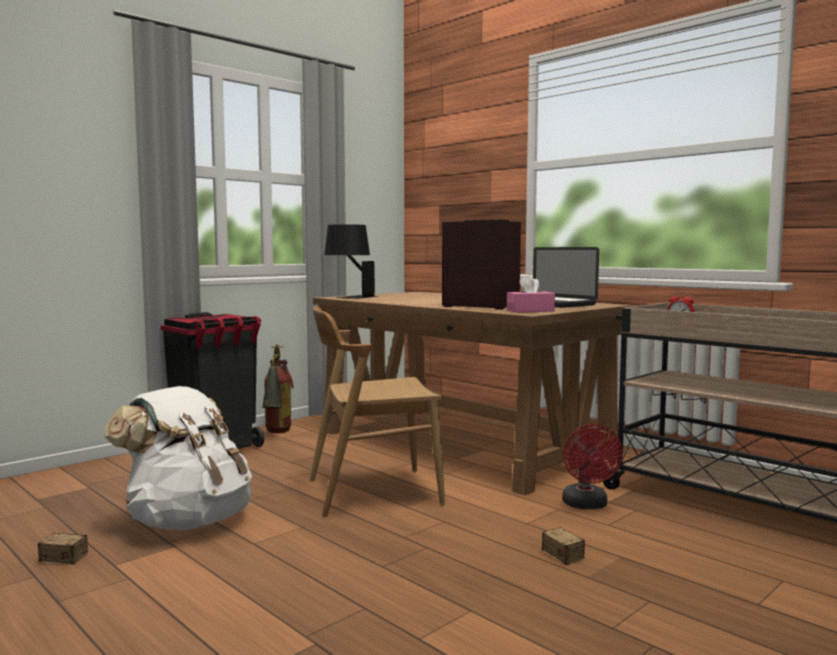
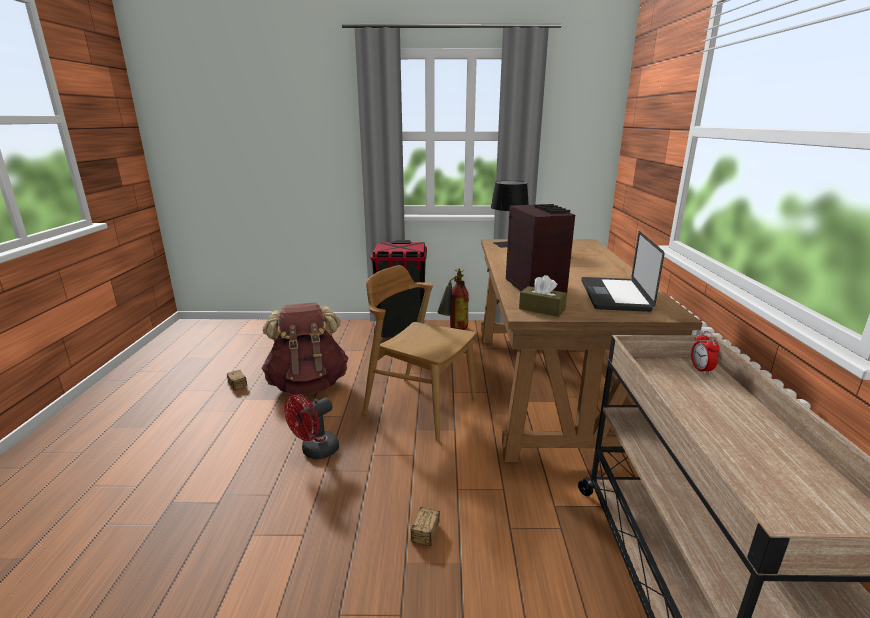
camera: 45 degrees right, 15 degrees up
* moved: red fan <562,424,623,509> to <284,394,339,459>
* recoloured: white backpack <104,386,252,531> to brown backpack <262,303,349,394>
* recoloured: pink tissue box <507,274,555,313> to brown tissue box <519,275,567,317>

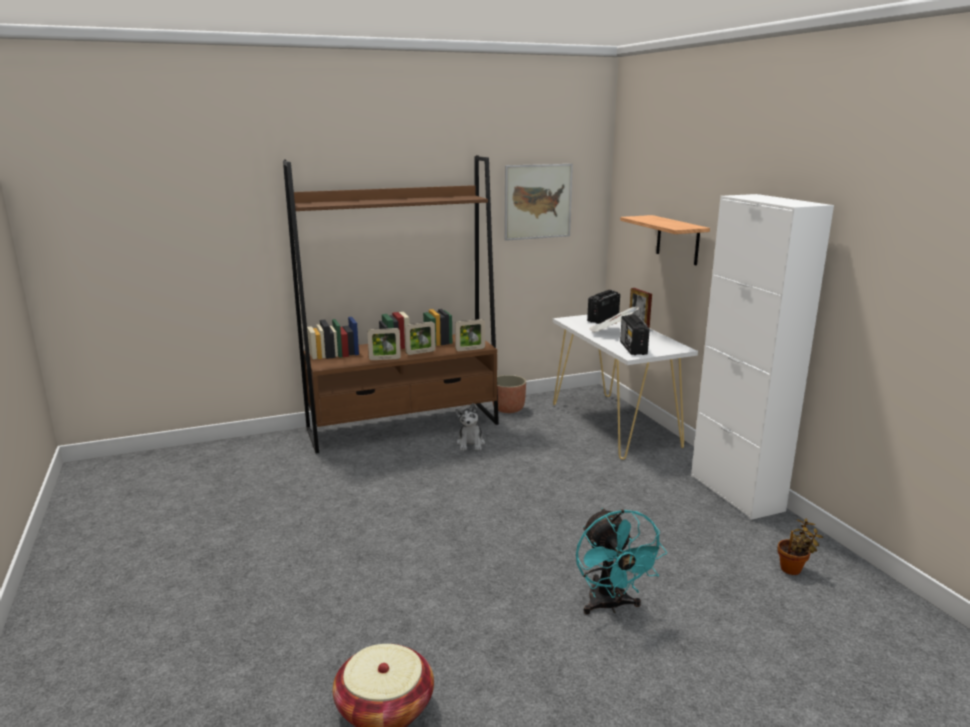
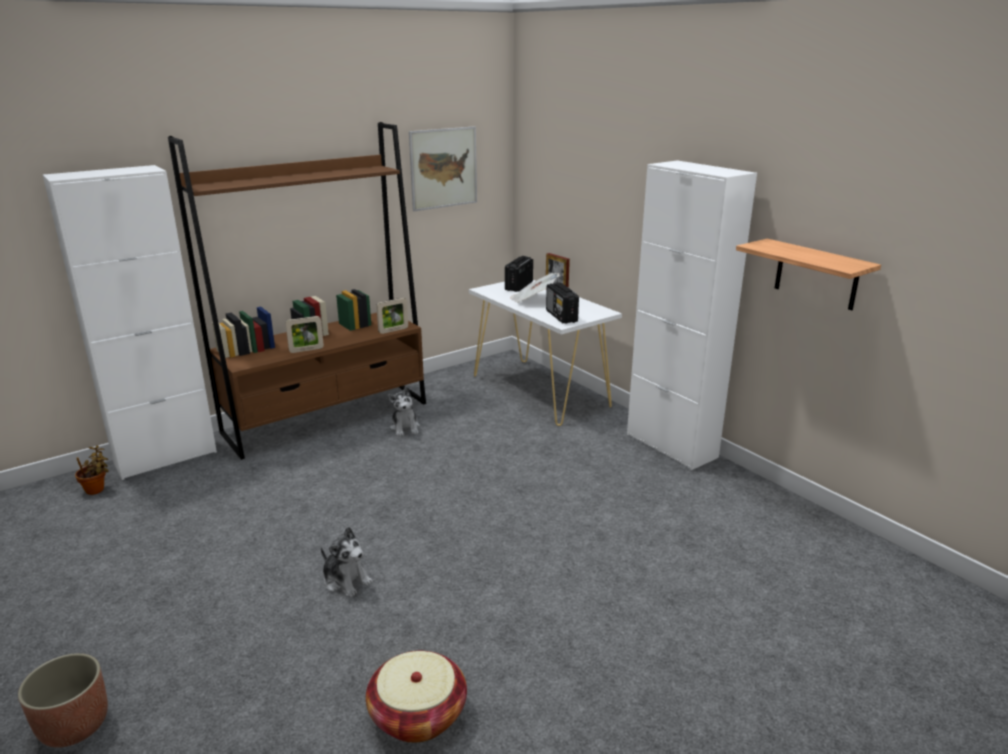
camera: 15 degrees left, 5 degrees up
* removed: picture frame <405,321,435,355>
* removed: turquoise fan <576,508,667,614>
* added: white cabinet <43,165,217,480>
* added: plush toy <321,527,373,598>
* moved: planter <492,375,526,413> to <18,653,108,748>
* moved: shelf <620,215,710,265> to <736,239,881,310>
* moved: potted plant <777,519,823,575> to <75,445,108,495>

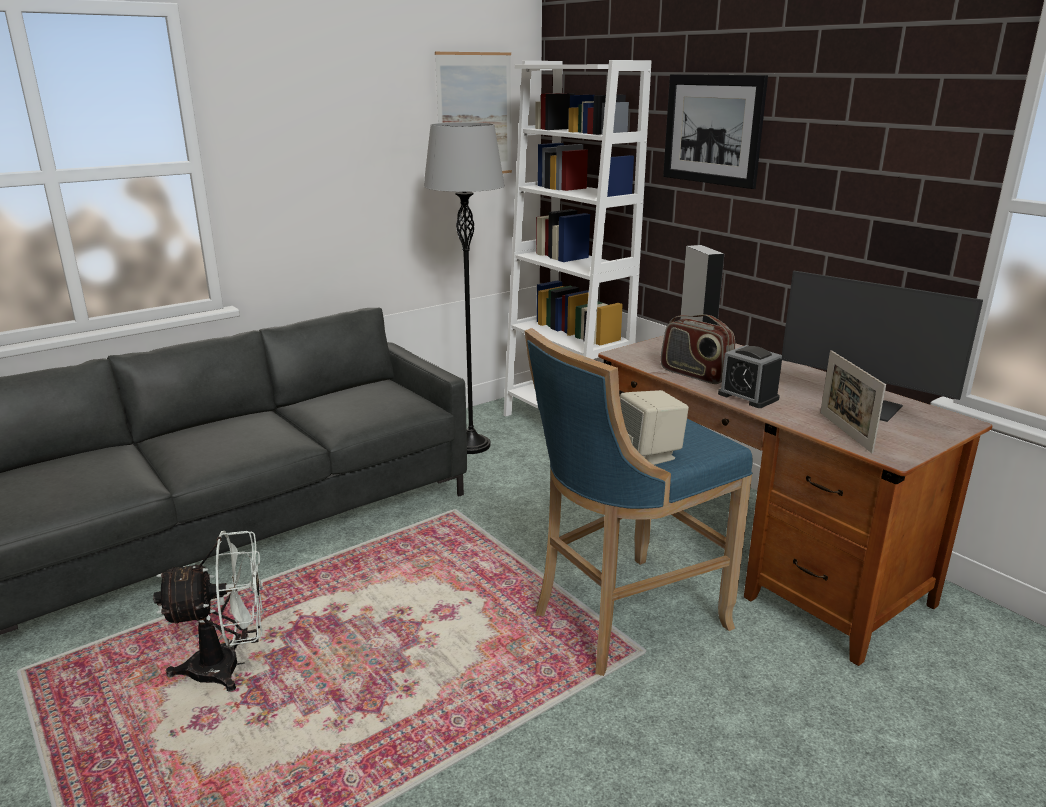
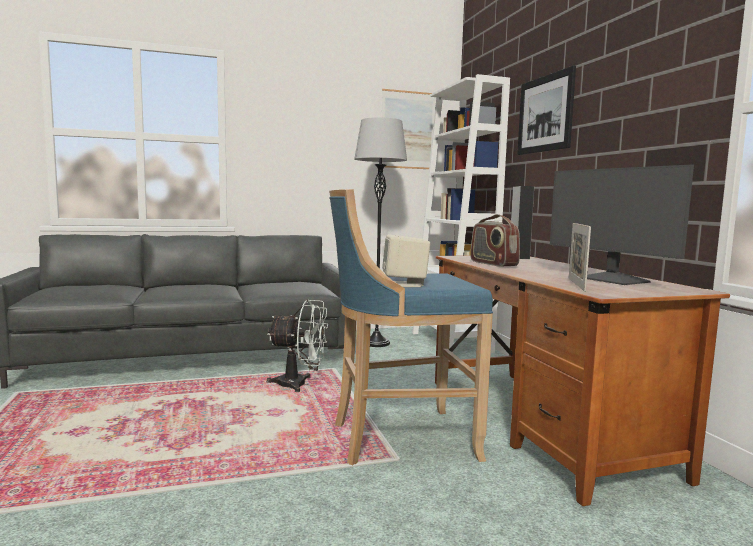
camera: 20 degrees right, 15 degrees down
* removed: alarm clock <718,345,782,408>
* moved: white fan <153,531,264,692> to <267,300,328,392>

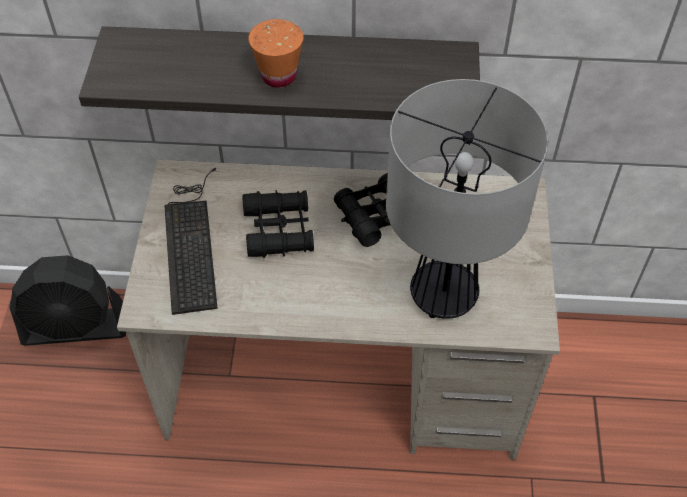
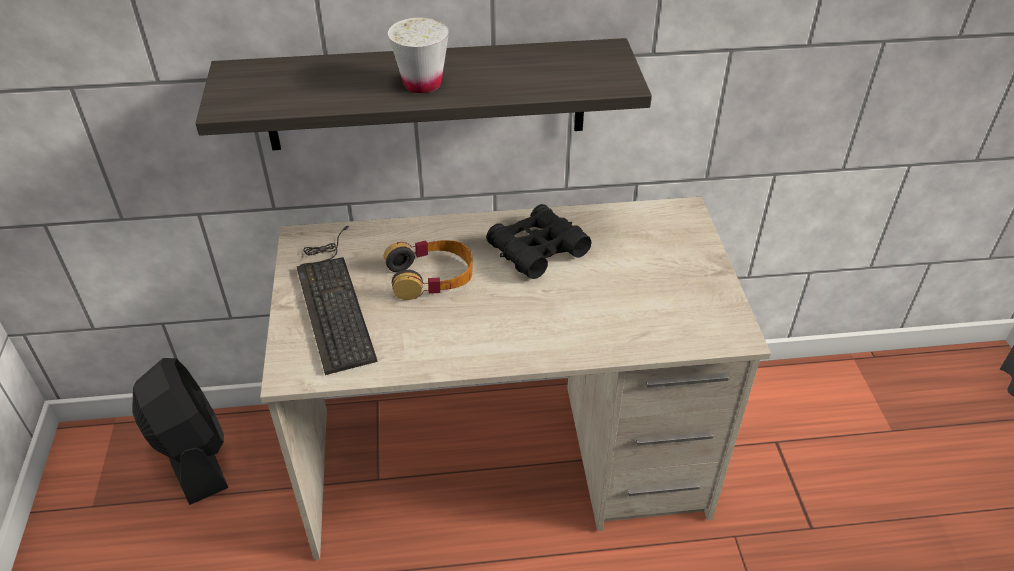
camera: 10 degrees left, 10 degrees down
* removed: table lamp <386,79,548,319>
* replaced: black binoculars <242,190,314,258> to headphones <384,240,473,300>
* recoloured: orange cup <248,19,303,88> to white cup <388,18,449,93>
* turned: black fan <9,255,126,346> = <132,358,228,505> 105 degrees counterclockwise

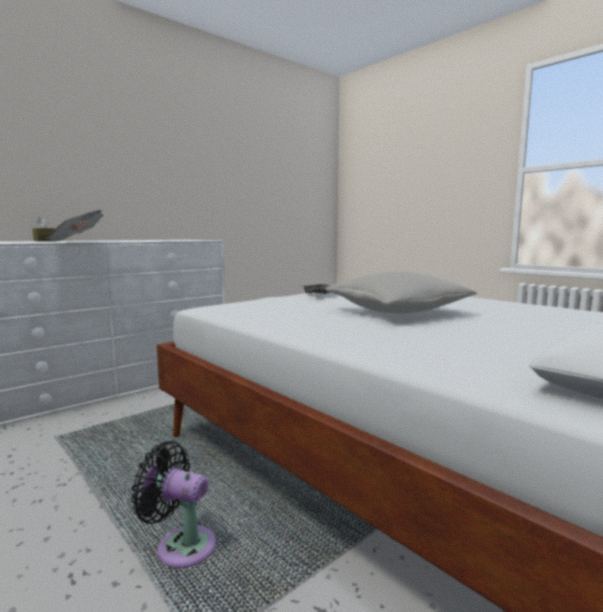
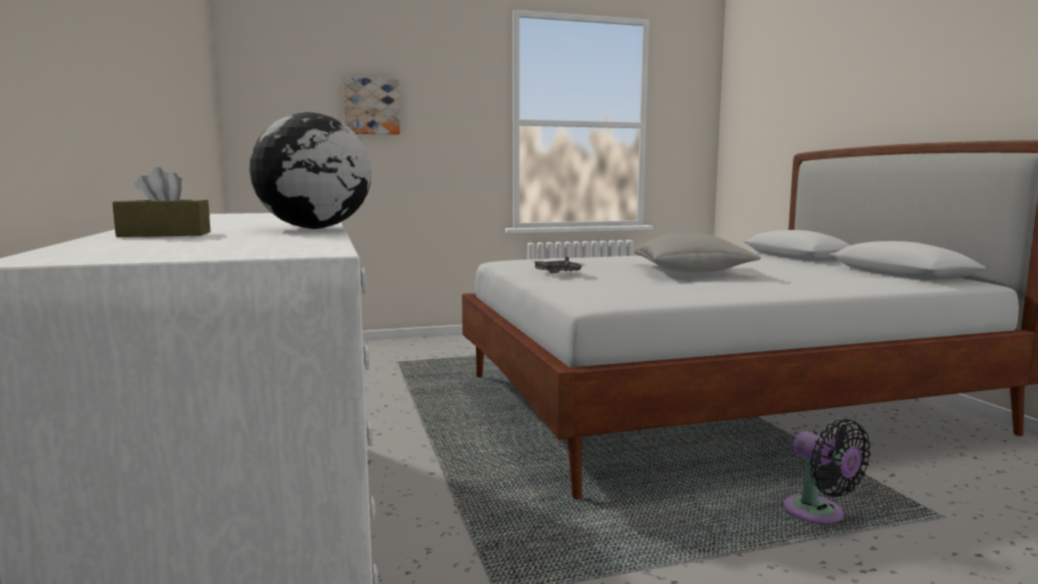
camera: 65 degrees left, 0 degrees up
* added: picture <343,77,400,135>
* replaced: newspaper <46,210,103,242> to globe <250,112,372,229>
* turned: black fan <131,441,216,568> = <783,419,871,524> 75 degrees counterclockwise

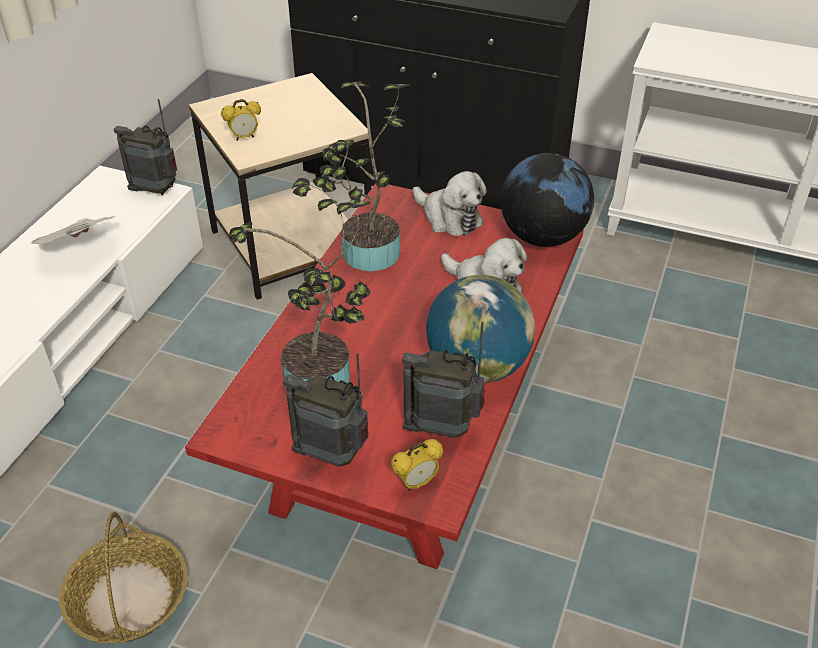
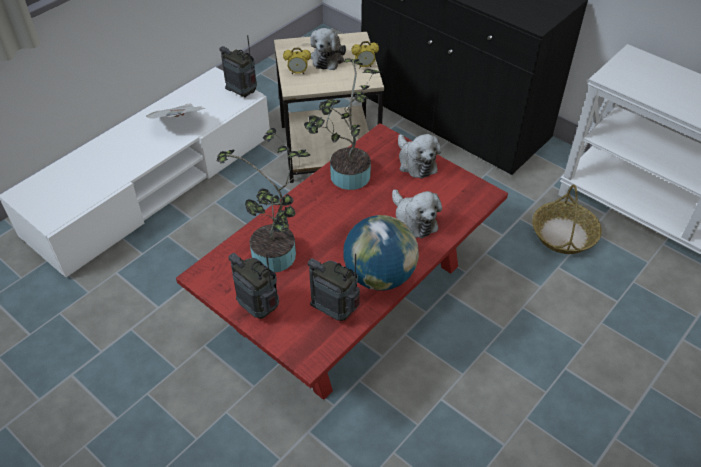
camera: 20 degrees right, 5 degrees up
* removed: globe <501,153,594,247>
* added: plush toy <310,28,346,70>
* moved: basket <59,512,187,643> to <532,184,602,254>
* moved: alarm clock <391,439,443,491> to <351,41,379,68>

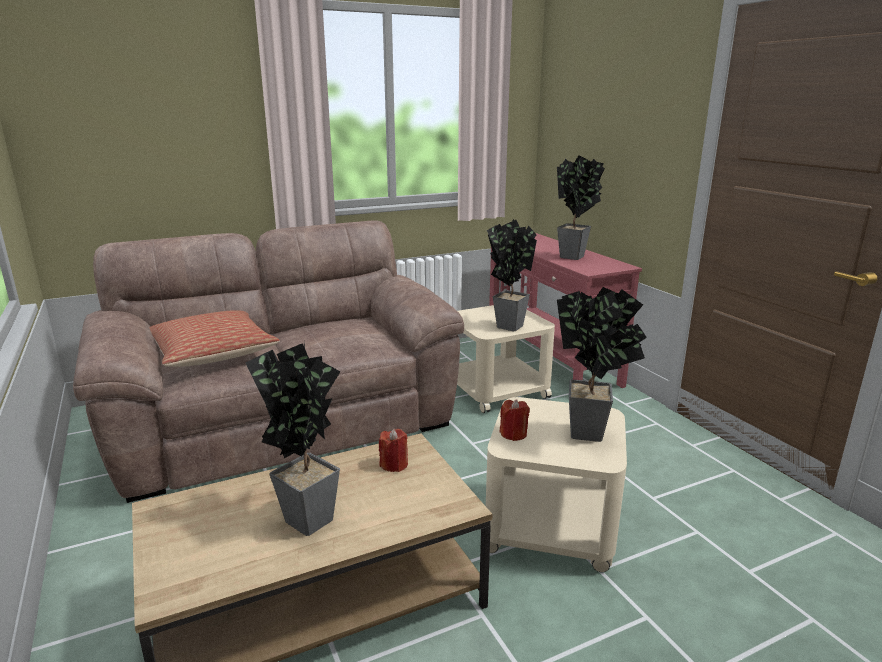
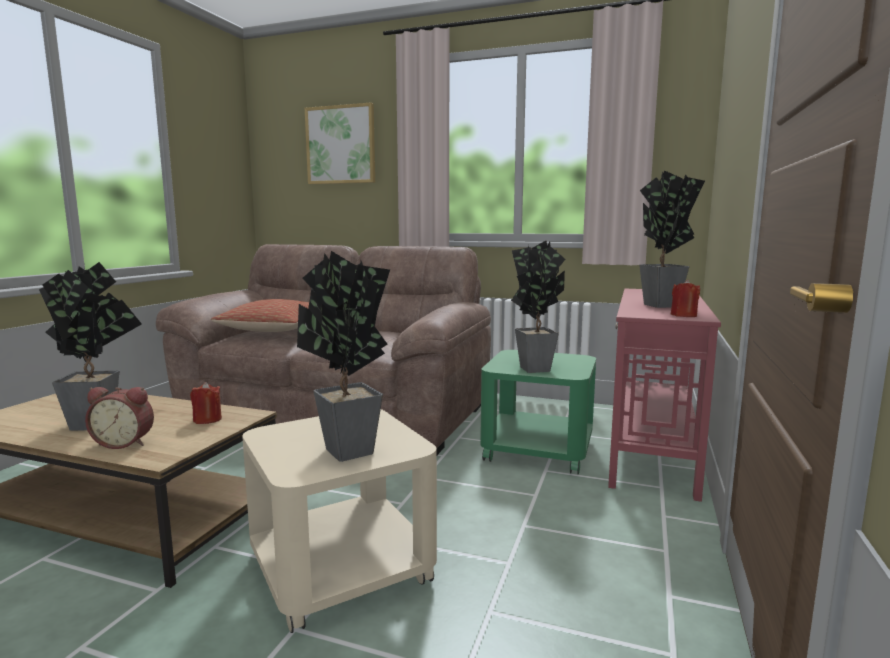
camera: 45 degrees right, 10 degrees down
* added: alarm clock <85,387,154,449>
* added: picture <305,102,375,184>
* moved: red candle <500,400,530,441> to <671,279,700,317>
* recoloured: beige side table <457,305,555,413> to green side table <480,350,596,474>

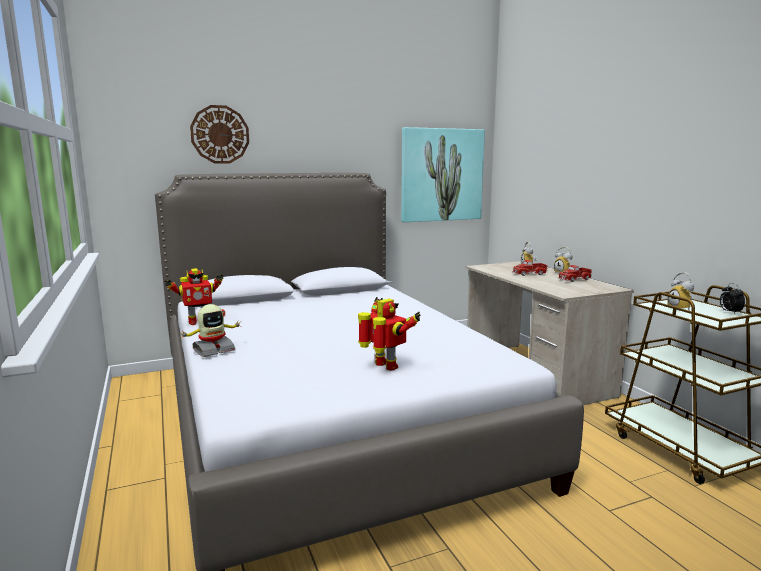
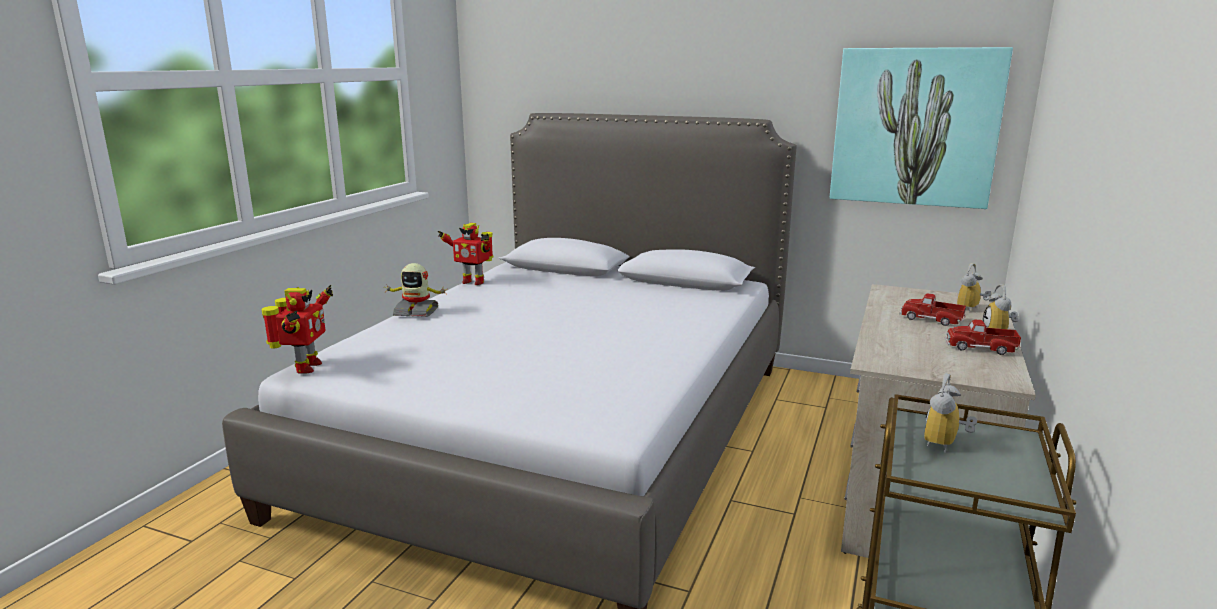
camera: 45 degrees right, 5 degrees up
* removed: wall clock <190,105,249,164>
* removed: alarm clock <720,283,745,314>
* moved: toy robot <358,297,420,370> to <261,285,333,374>

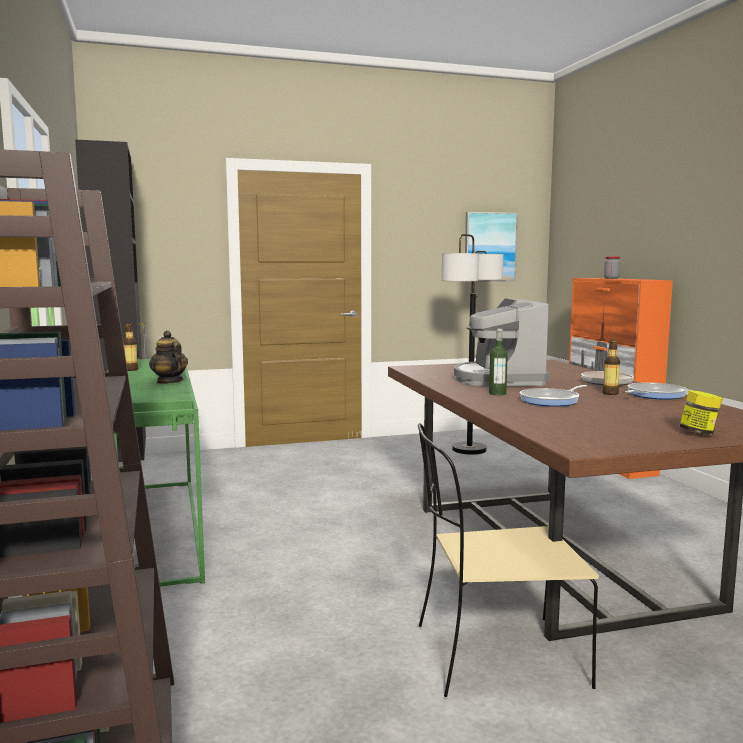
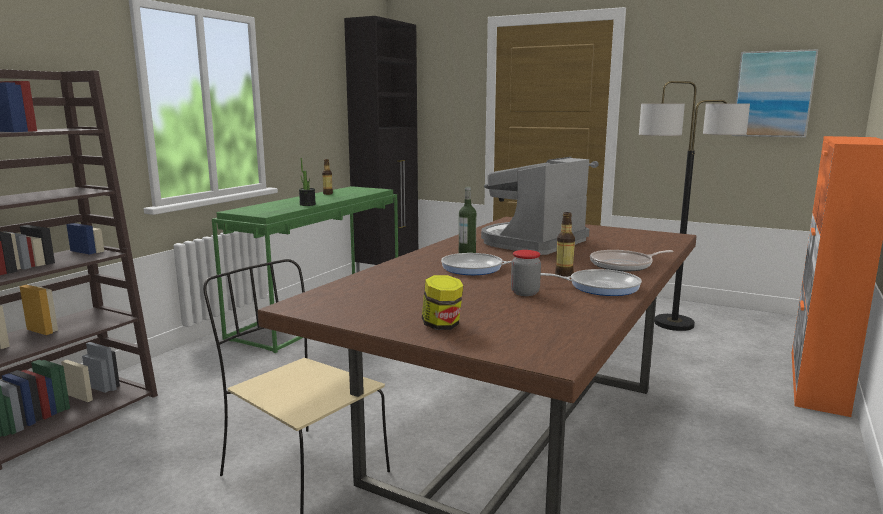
camera: 45 degrees right, 5 degrees up
* moved: jar <604,256,620,279> to <511,250,541,296>
* replaced: teapot <149,331,188,384> to potted plant <299,158,316,206>

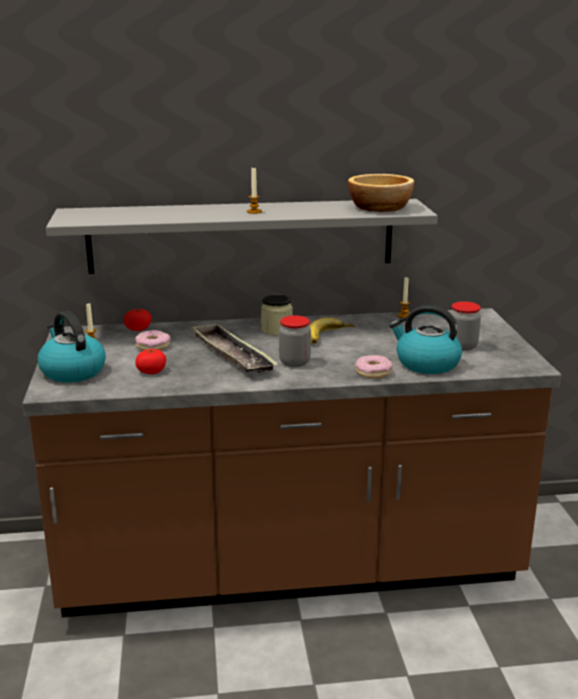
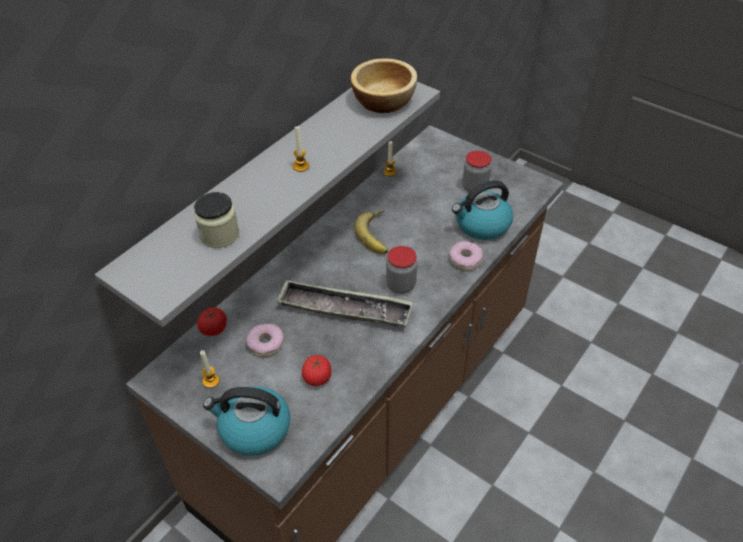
camera: 45 degrees left, 25 degrees up
* moved: jar <261,295,293,335> to <194,192,239,248>

